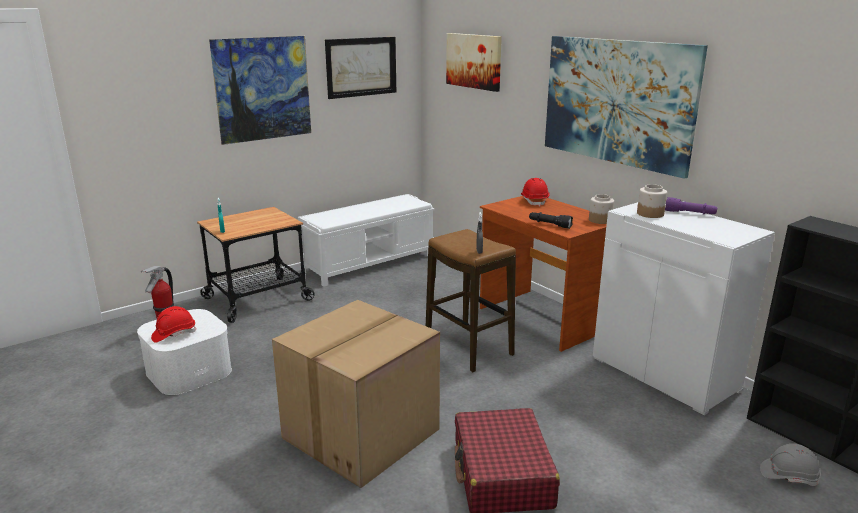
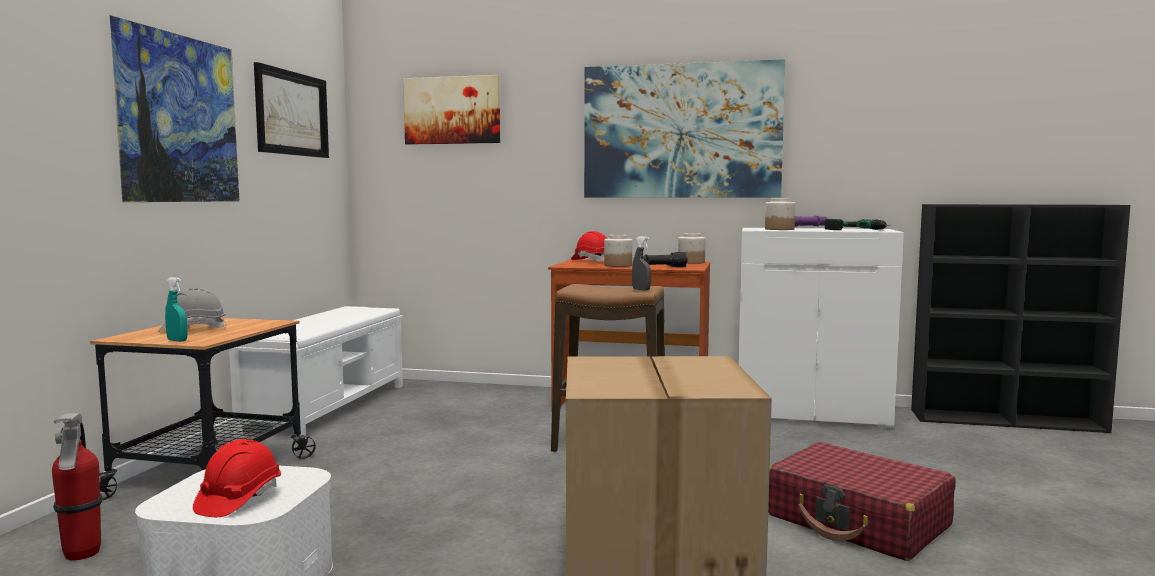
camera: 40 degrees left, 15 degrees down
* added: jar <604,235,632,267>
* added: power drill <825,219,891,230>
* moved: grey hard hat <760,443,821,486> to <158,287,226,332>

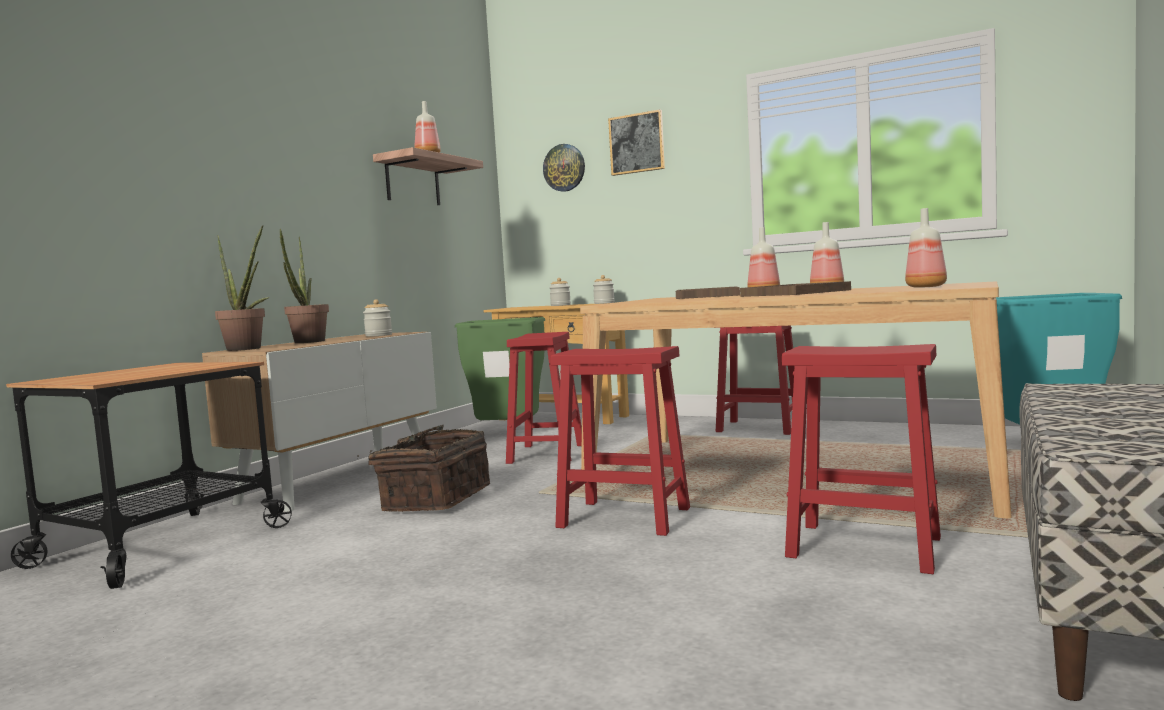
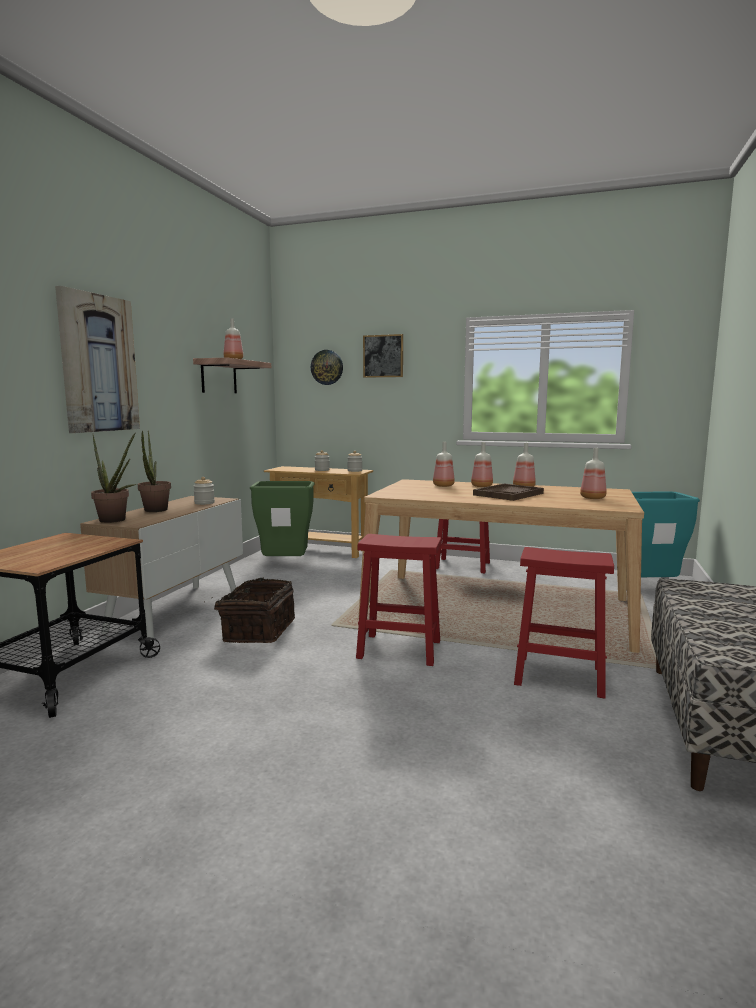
camera: 10 degrees left, 5 degrees up
* removed: red stool <506,332,582,464>
* added: picture <55,286,140,433>
* replaced: brown tray <676,287,740,299> to bottle <433,442,455,487>

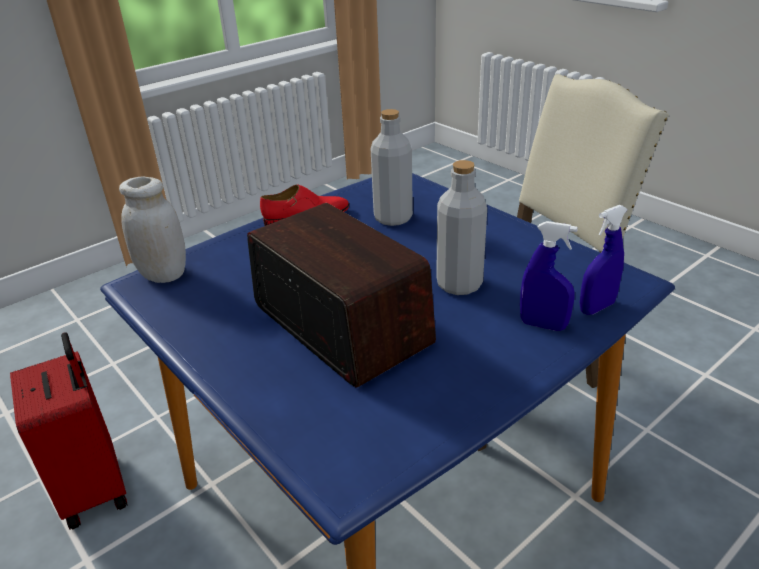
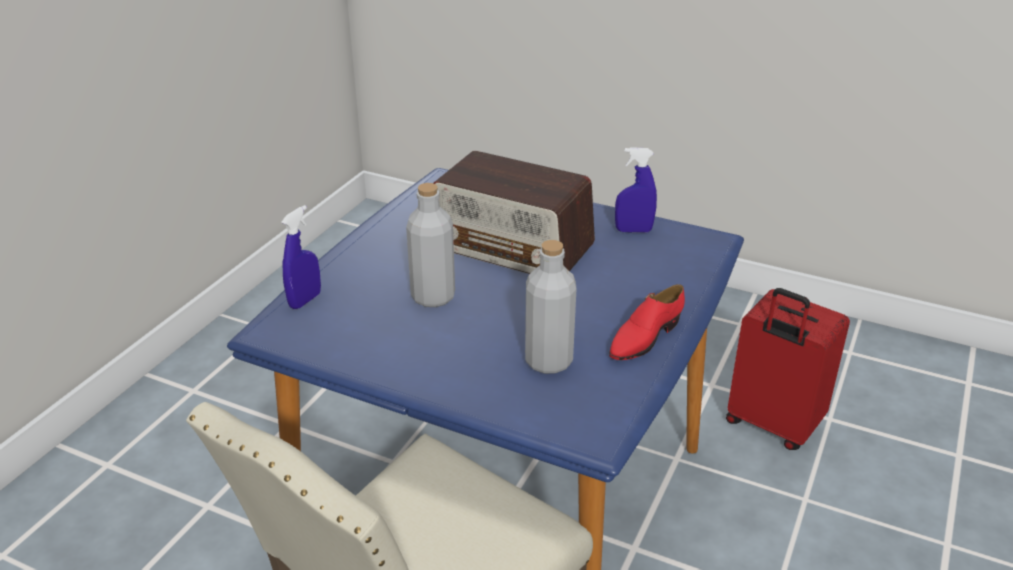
camera: 155 degrees right, 0 degrees up
* removed: white jar <119,176,186,283>
* moved: blue spray bottle <520,221,578,331> to <615,147,657,232>

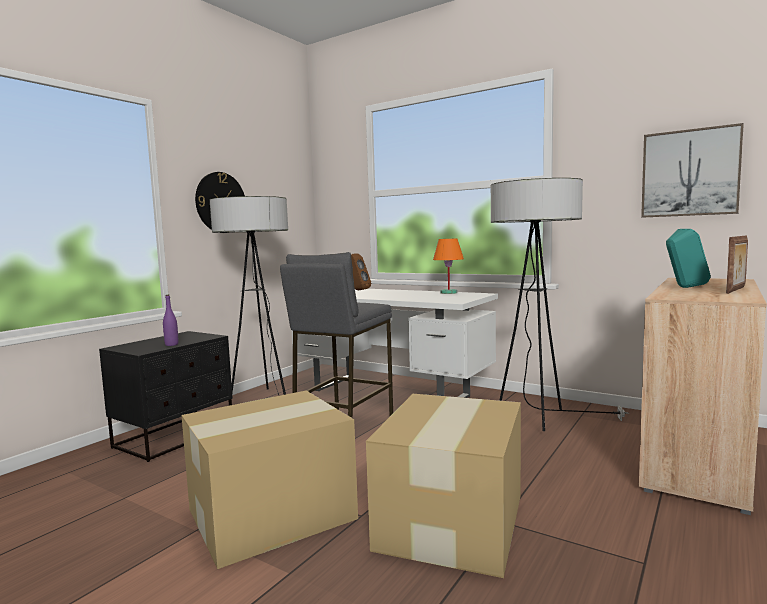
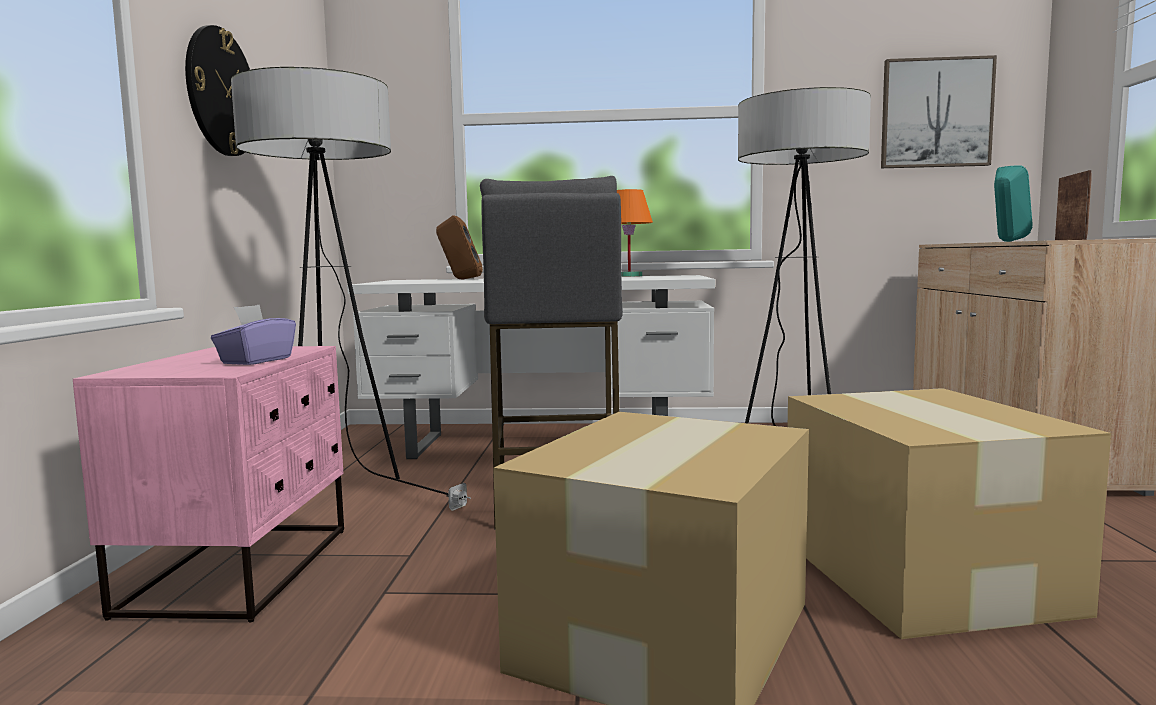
camera: 30 degrees left, 0 degrees up
* replaced: purple bottle <163,295,178,346> to purple tissue box <211,305,296,365>
* recoloured: black nightstand <99,331,233,462> to pink nightstand <73,346,344,622>

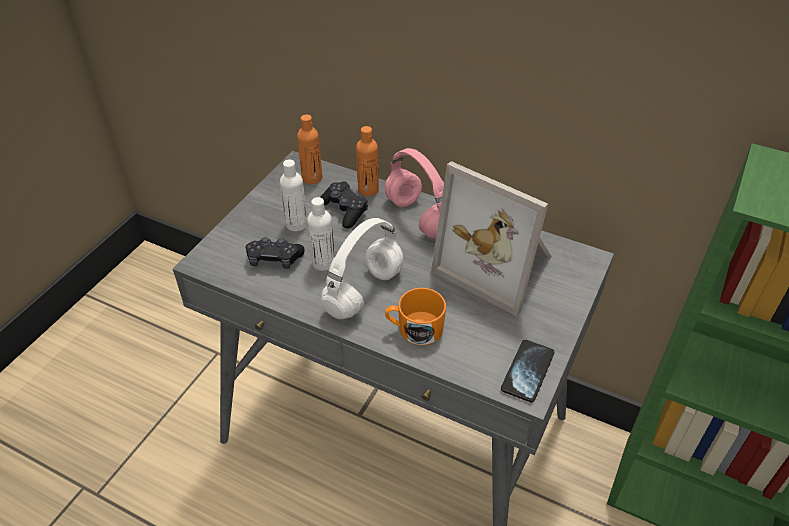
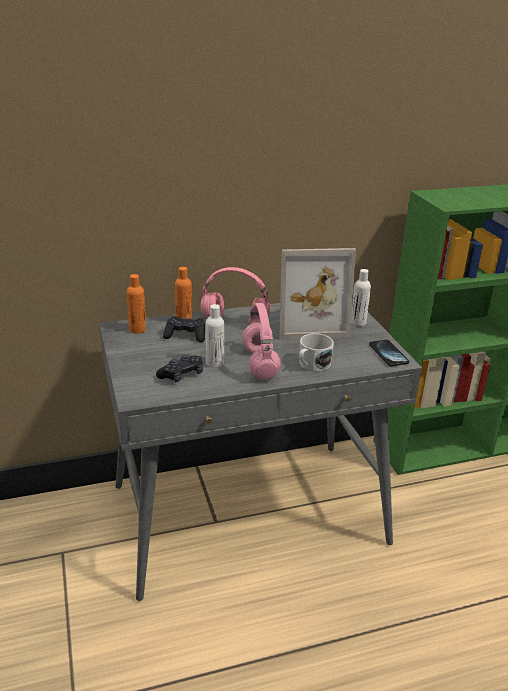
camera: 45 degrees left, 15 degrees down
* moved: white bottle <280,160,308,231> to <351,269,371,326>
* recoloured: white headphones <321,218,403,319> to pink headphones <242,303,281,379>
* recoloured: orange mug <385,288,446,345> to white mug <299,333,334,372>

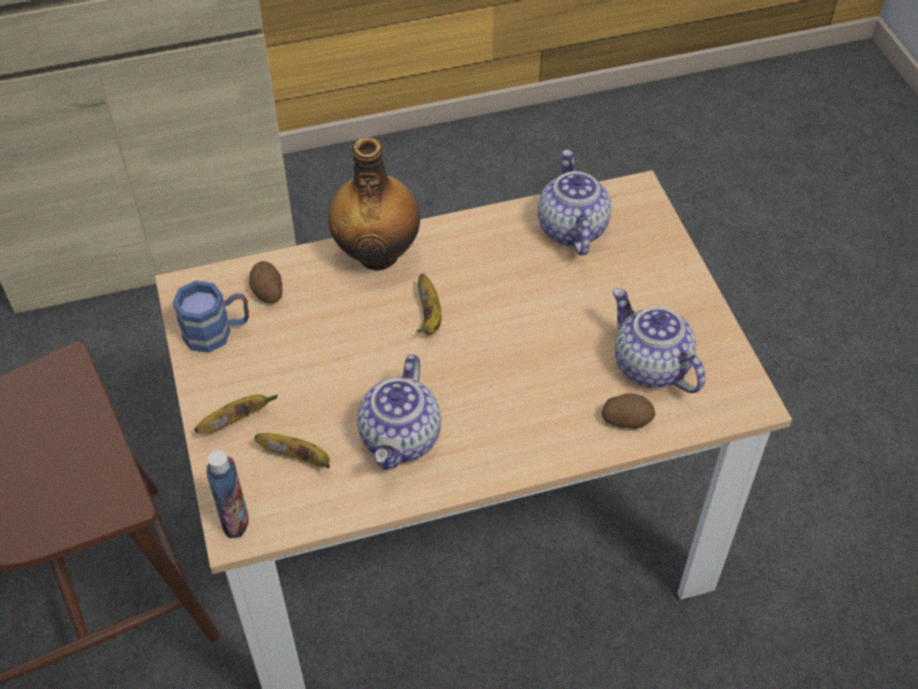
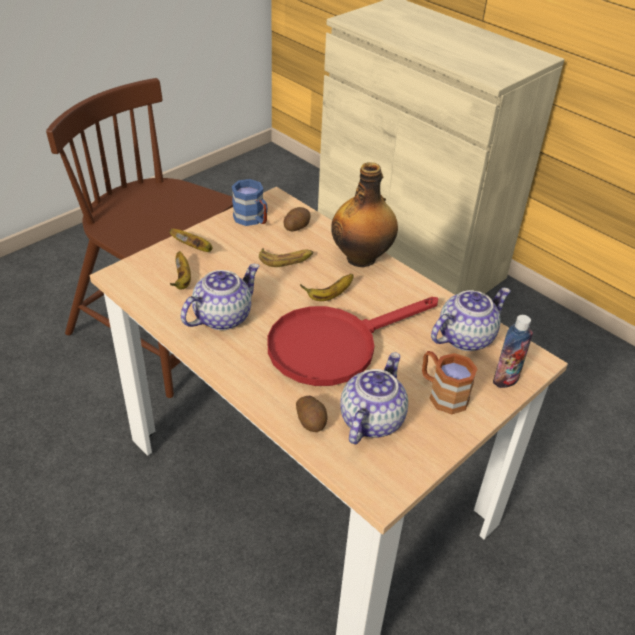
camera: 60 degrees right, 10 degrees down
* added: banana <259,248,314,267>
* added: red frying pan <268,297,438,386>
* added: brown mug <422,351,478,414>
* moved: bottle <207,450,249,538> to <493,315,533,388>
* turned: teapot <357,354,441,470> = <181,264,259,330> 150 degrees clockwise

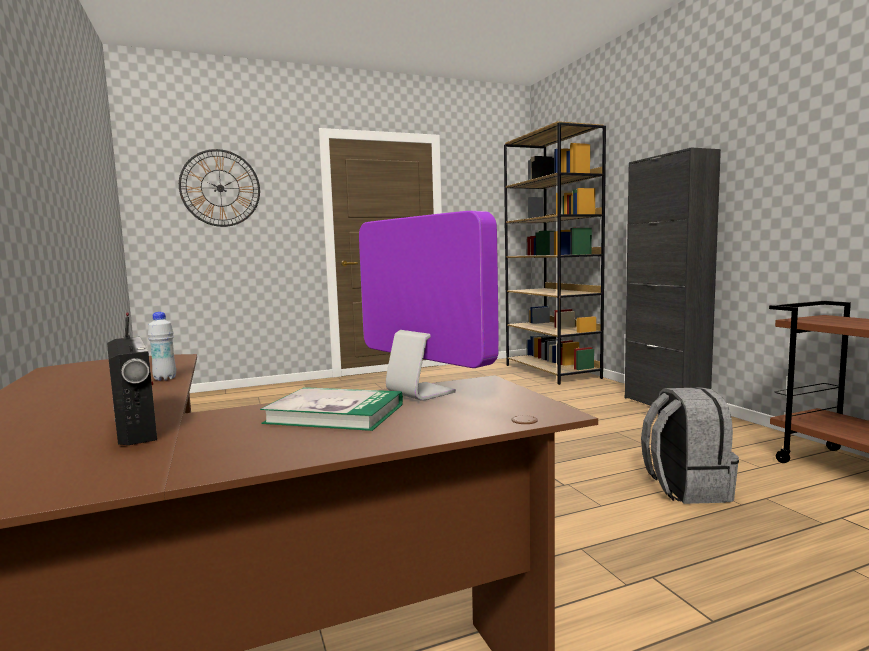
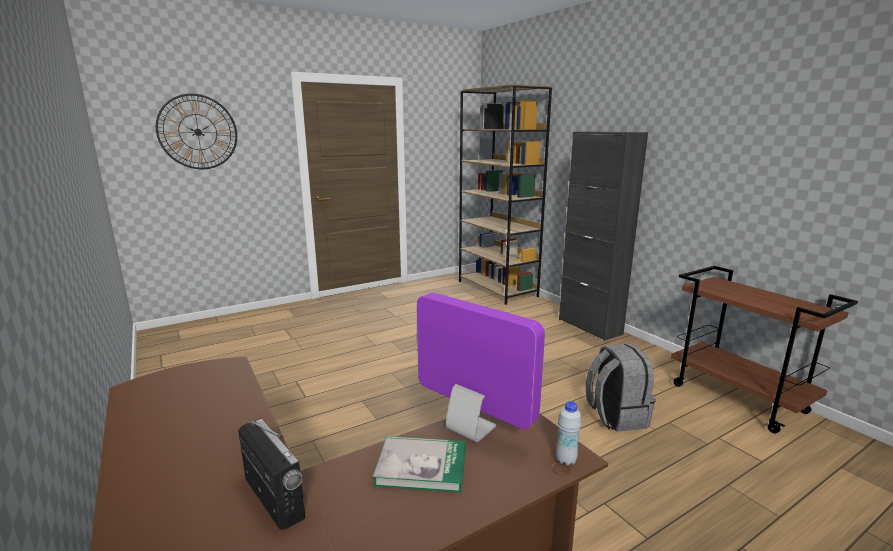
camera: 10 degrees left, 10 degrees up
* moved: white bottle <148,312,176,381> to <556,401,582,466>

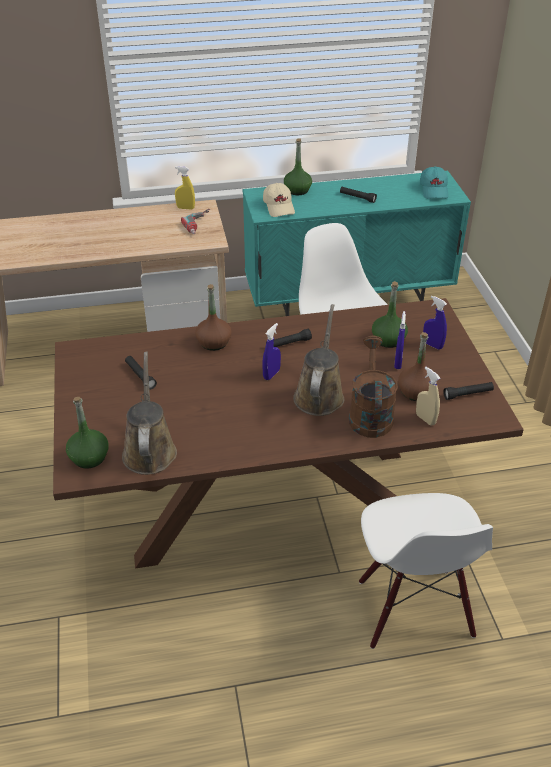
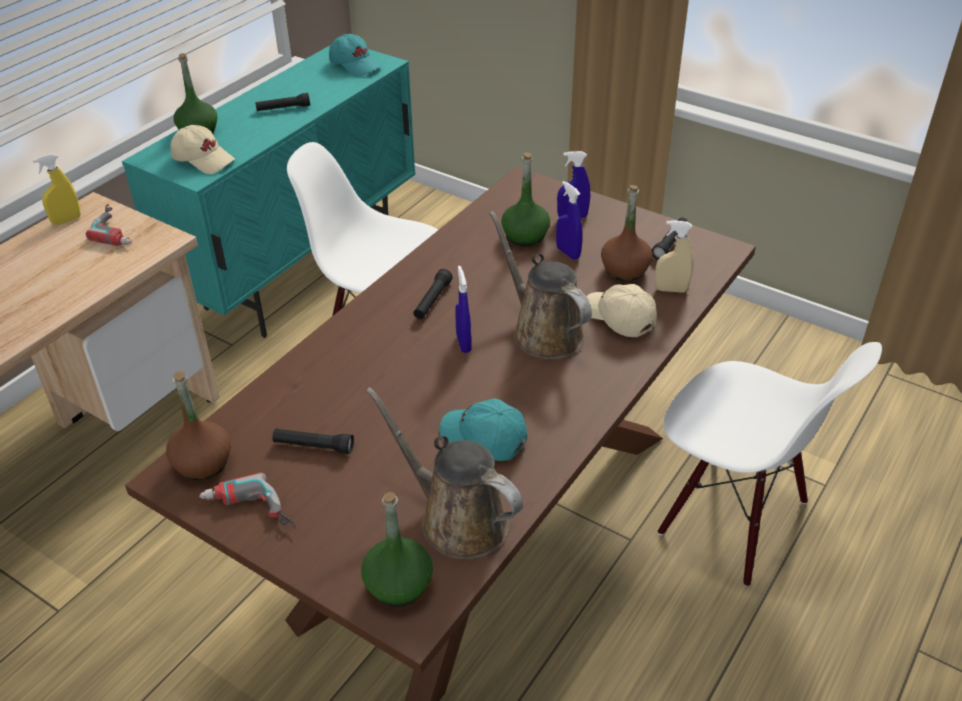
camera: 45 degrees left, 0 degrees up
* added: power drill <199,473,296,529>
* added: turquoise cap <439,398,527,461>
* moved: brown bottle <195,284,231,351> to <166,371,231,480>
* replaced: brown watering can <349,336,398,438> to beige cap <586,284,657,337>

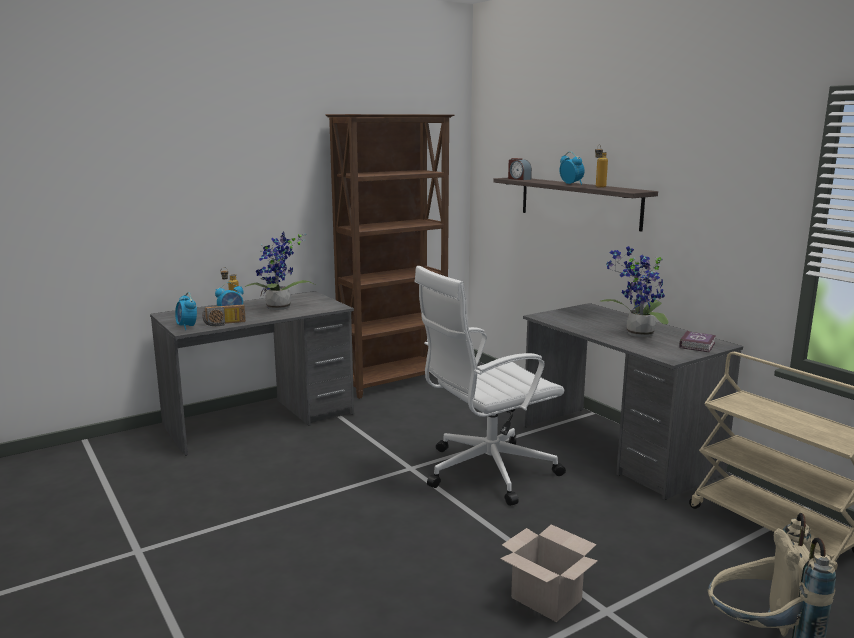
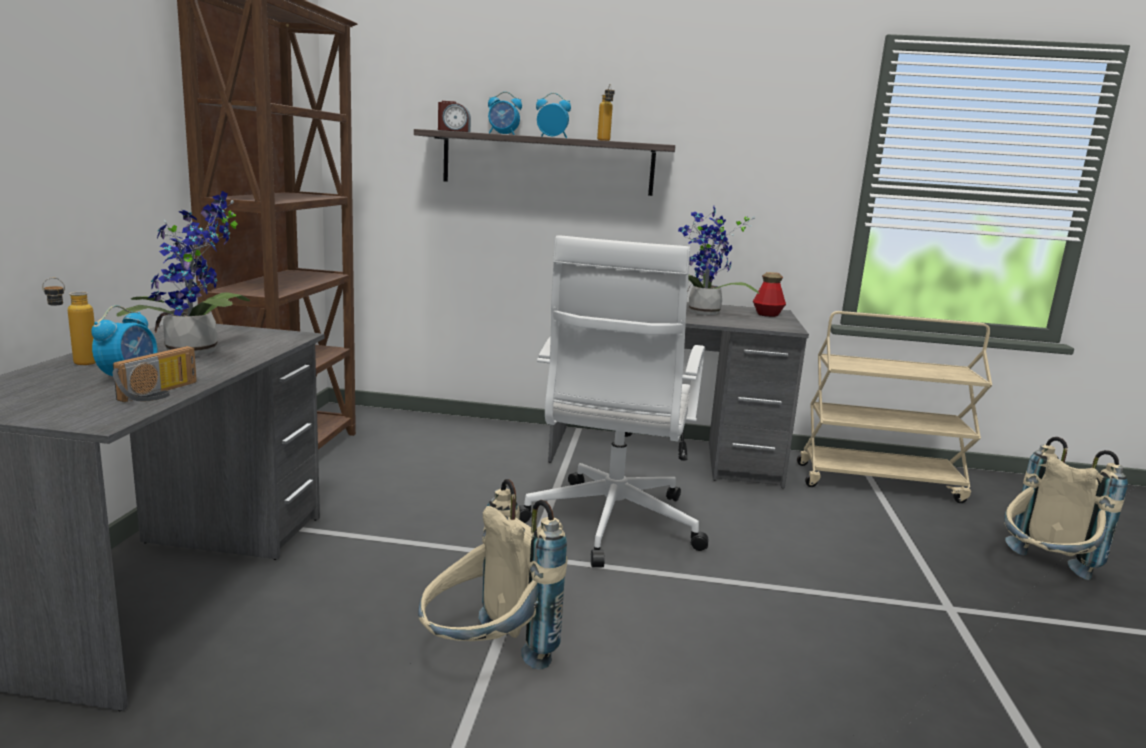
camera: 50 degrees left, 0 degrees up
* removed: cardboard box <500,524,598,622>
* added: beige backpack <418,479,568,670>
* moved: alarm clock <175,292,197,330> to <488,92,522,135>
* replaced: book <679,331,716,352> to bottle <753,272,786,317>

